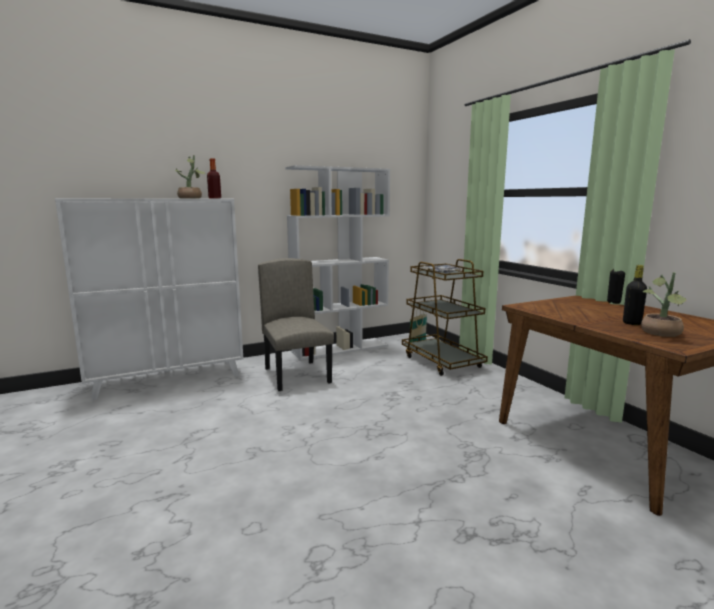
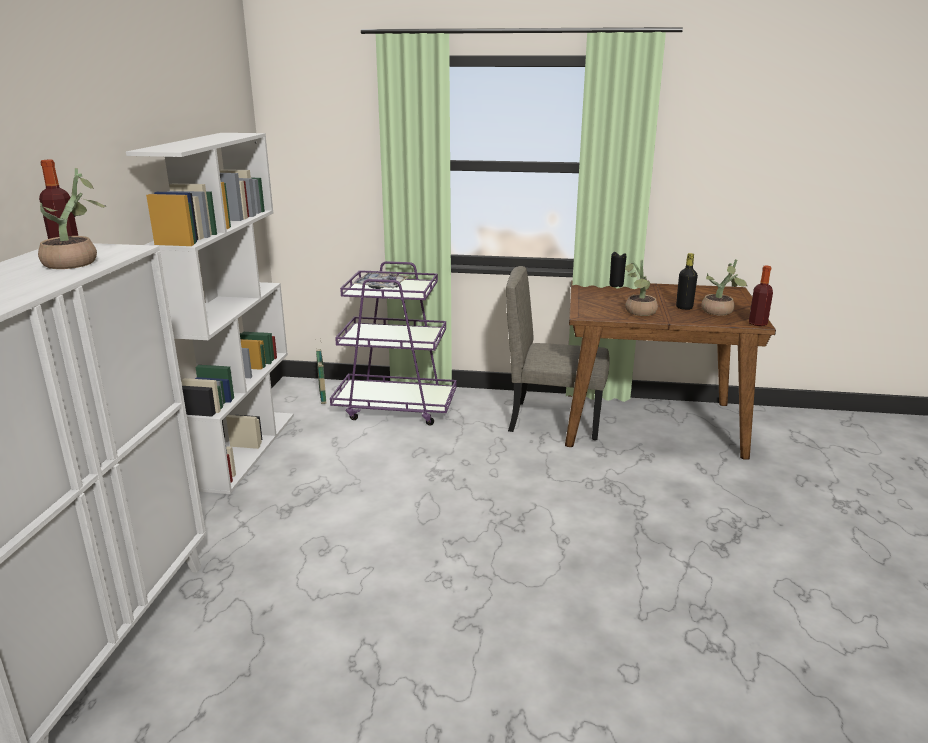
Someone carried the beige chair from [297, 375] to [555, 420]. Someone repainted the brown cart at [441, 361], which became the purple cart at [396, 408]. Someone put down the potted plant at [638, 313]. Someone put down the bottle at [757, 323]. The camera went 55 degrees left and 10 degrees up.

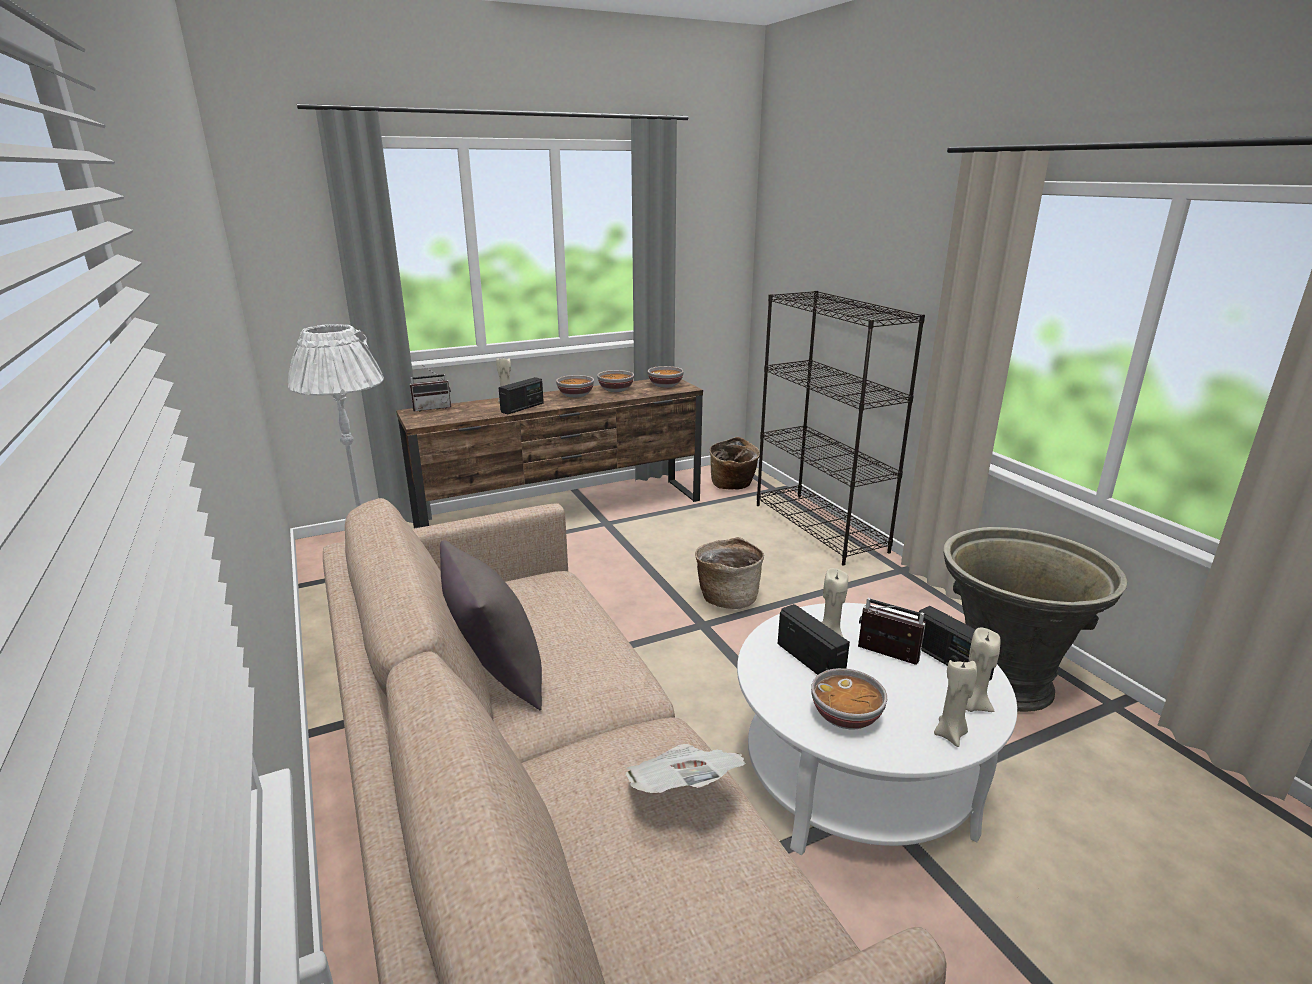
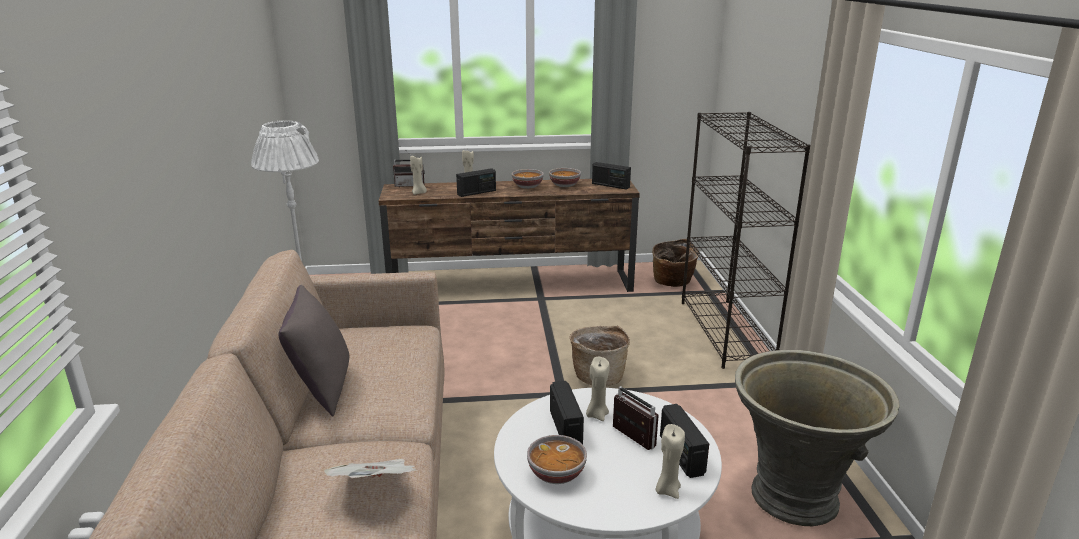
Someone swapped the bowl at [665, 385] for the radio at [610, 185]. Someone carried the beige candle from [950, 734] to [419, 193]. The camera went 20 degrees right and 0 degrees up.

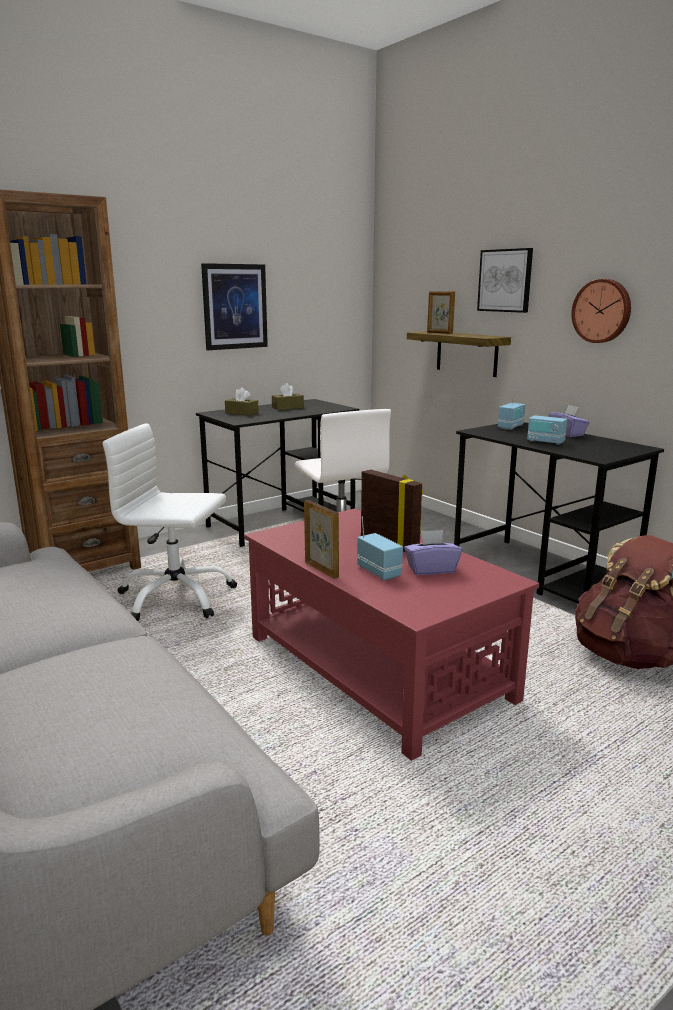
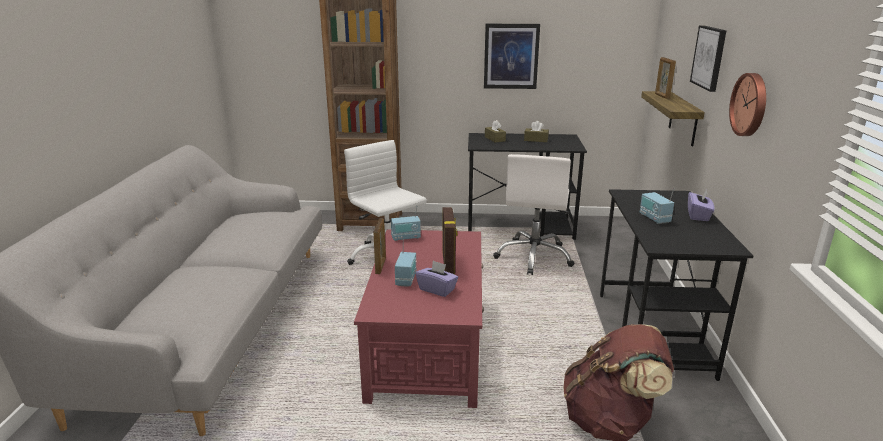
Someone carried the radio from [511, 427] to [406, 238]. The camera went 40 degrees right and 5 degrees up.

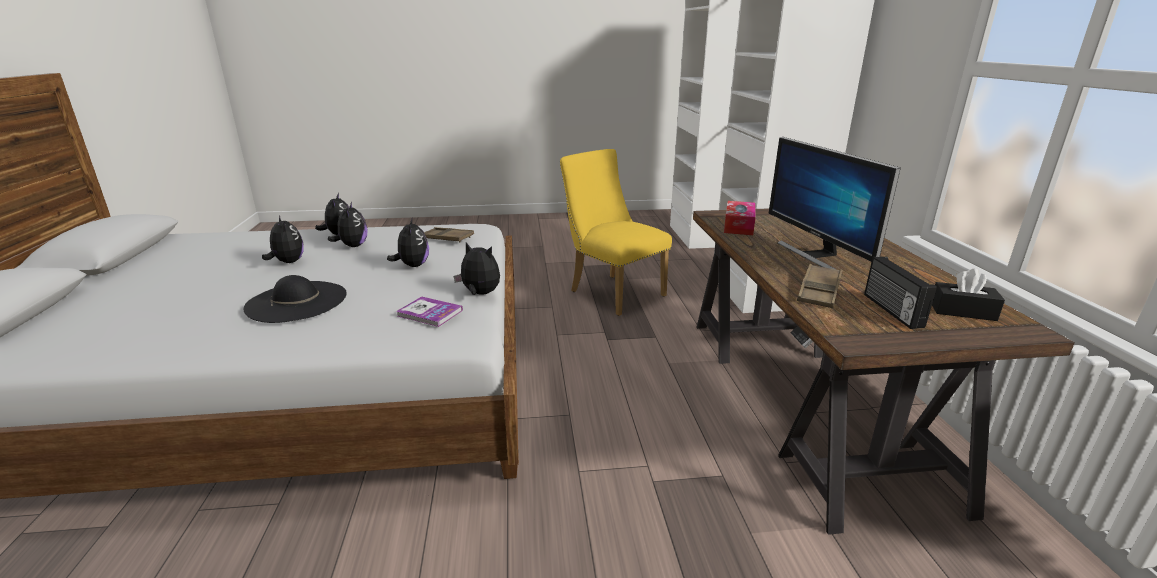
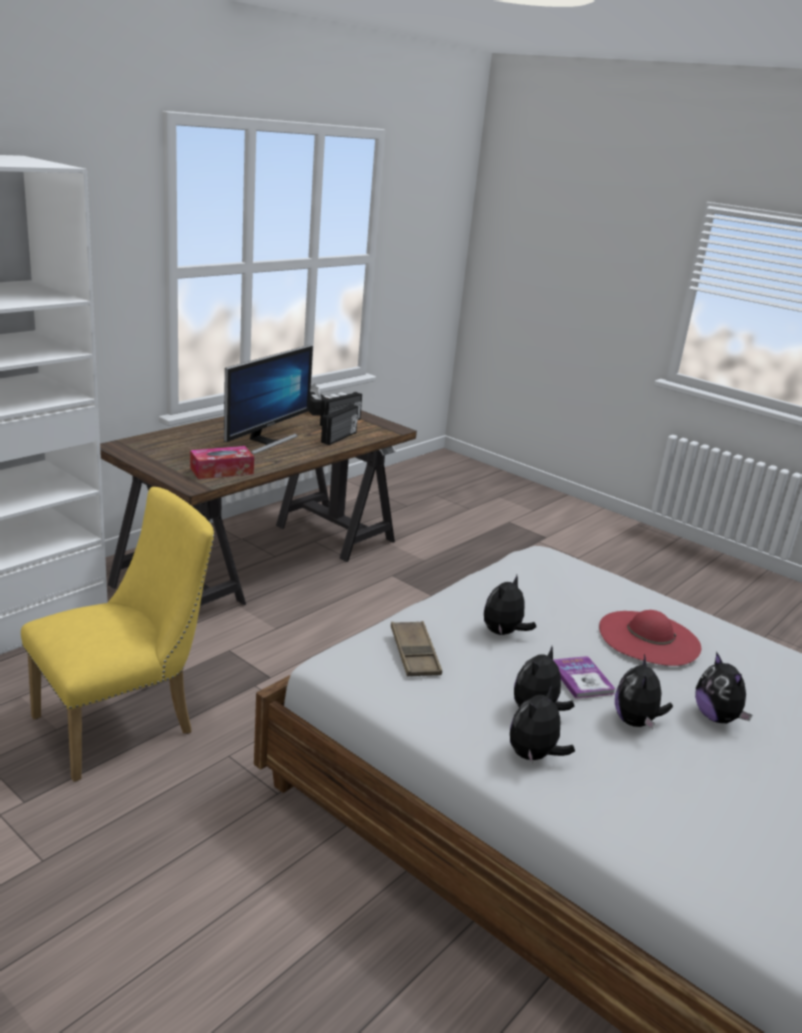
Someone rotated the yellow chair at [612, 292] by 135 degrees counterclockwise. Someone carried the plush toy from [480, 294] to [716, 717]. Someone swapped the brown tray at [819, 291] for the radio at [340, 437]. Someone repainted the black hat at [297, 301], which became the red hat at [649, 638]. Someone carried the book from [430, 313] to [581, 679]. The camera went 135 degrees left and 0 degrees up.

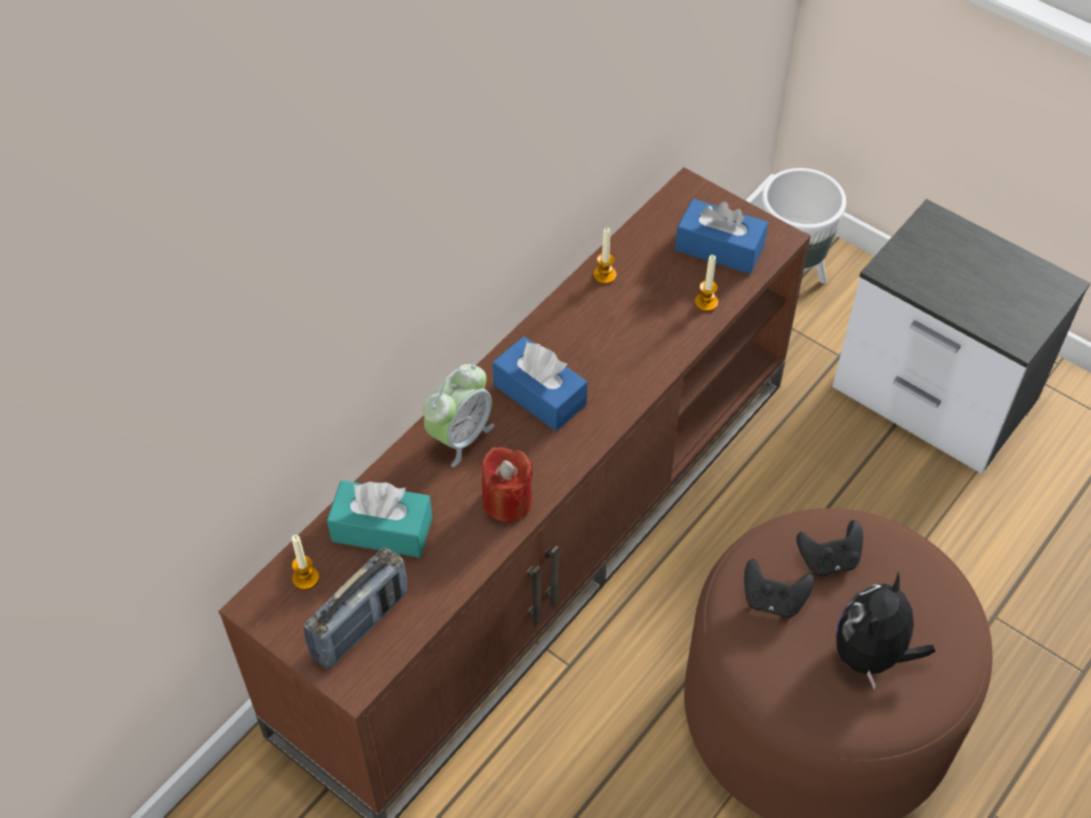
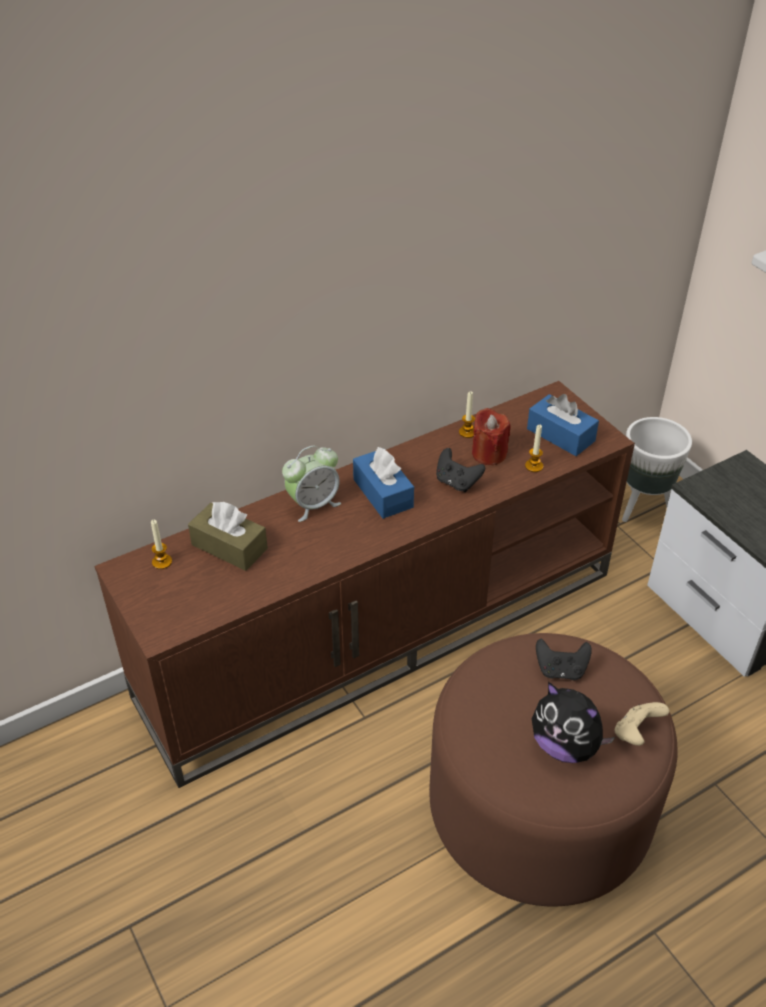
Someone carried the red candle from [507, 501] to [489, 454]. Someone repainted the turquoise tissue box at [382, 529], which became the brown tissue box at [229, 546]. Someone took away the radio at [360, 625]. Someone carried the black game controller from [773, 600] to [457, 482]. Someone rotated the plush toy at [872, 655] by 105 degrees counterclockwise. Someone put down the beige game controller at [636, 733]. The camera went 20 degrees right and 10 degrees down.

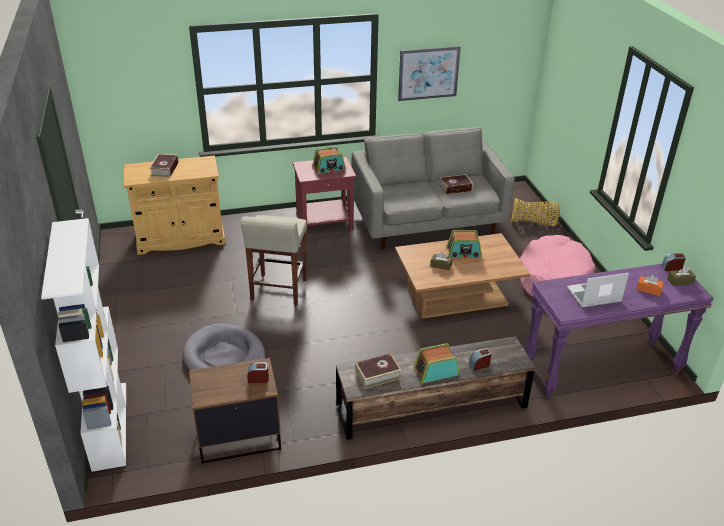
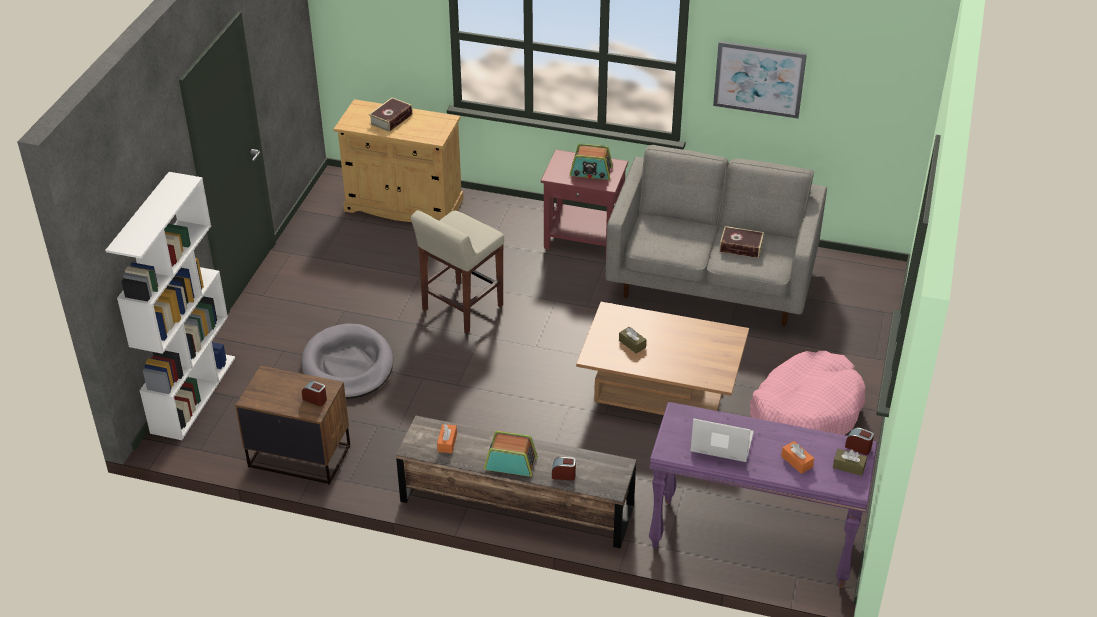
Someone took away the basket at [534, 222]. Someone took away the radio at [463, 252]. Someone swapped the book at [377, 375] for the orange tissue box at [447, 442]. The camera went 30 degrees right and 5 degrees up.

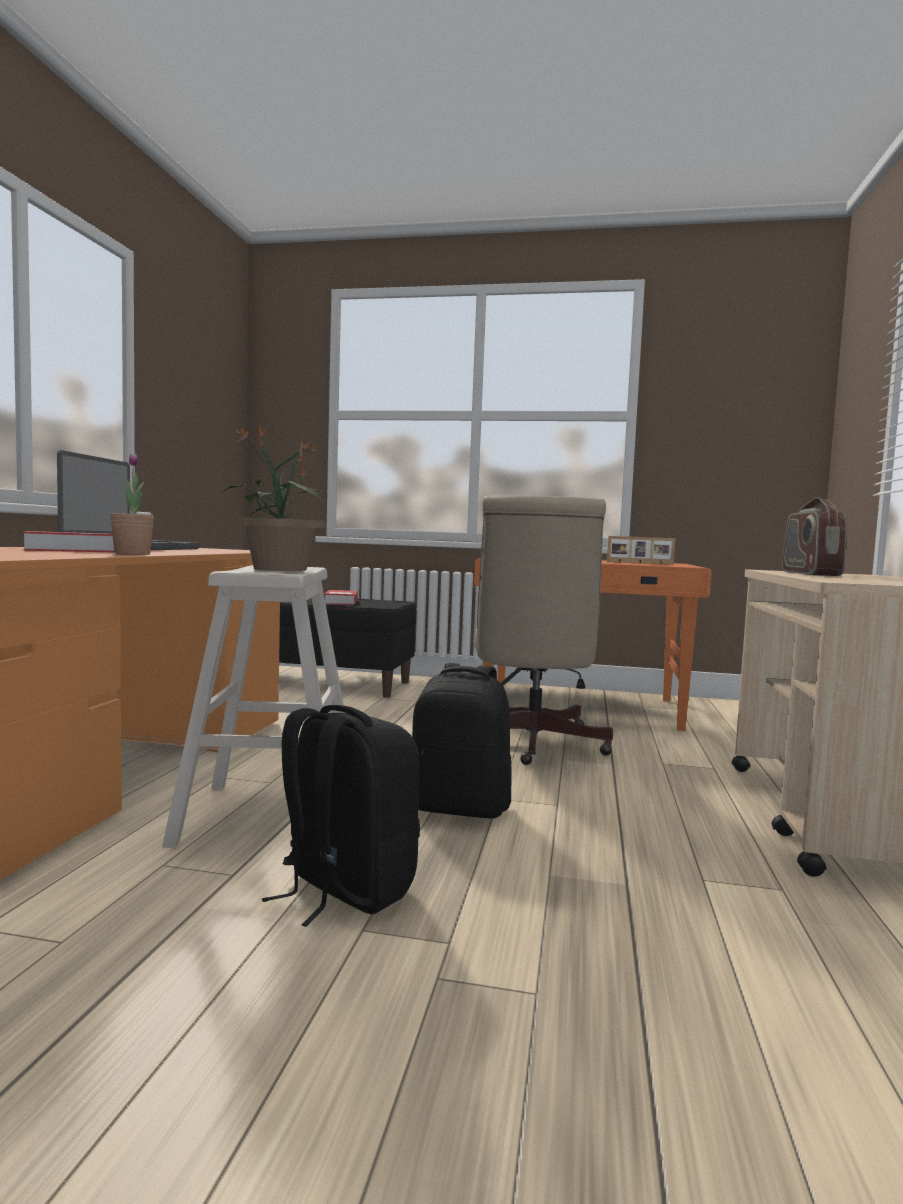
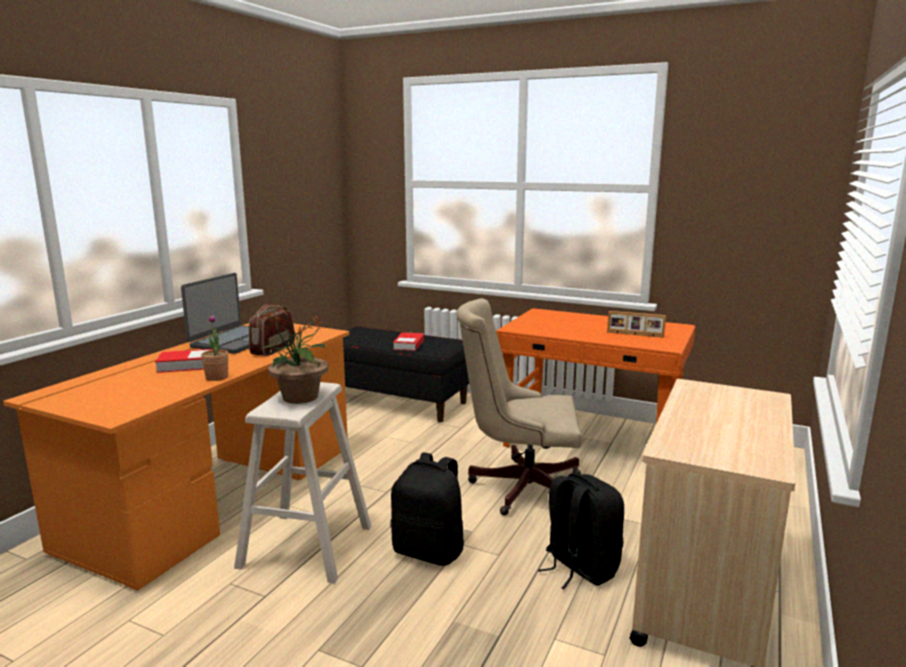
Someone rotated the beige office chair at [530, 744] by 75 degrees clockwise. Someone carried the radio from [809, 574] to [273, 349]. Someone carried the black backpack from [343, 889] to [579, 567]. The camera went 15 degrees right and 10 degrees up.

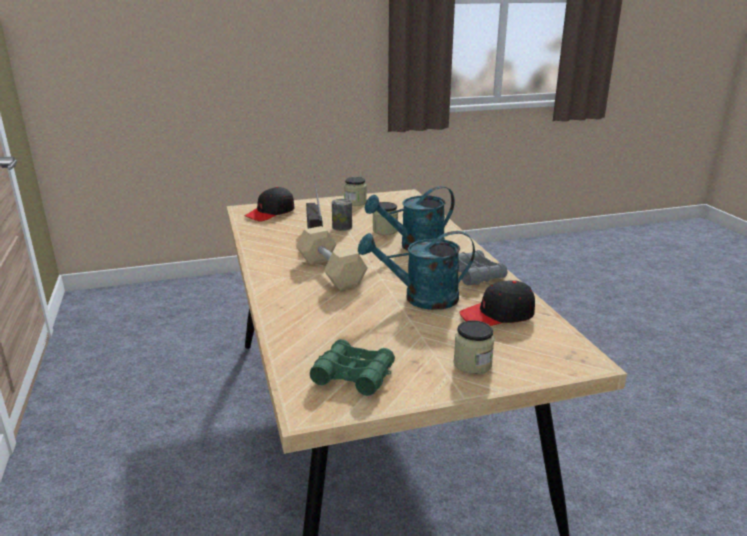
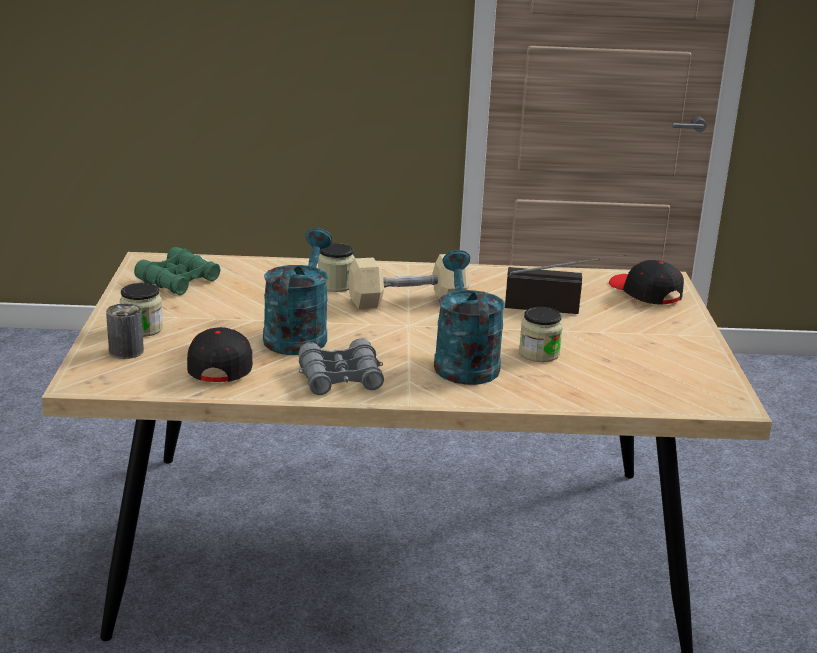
Someone carried the jar from [355, 202] to [336, 285]. Someone carried the can from [342, 227] to [126, 351]. The camera went 105 degrees right and 0 degrees up.

